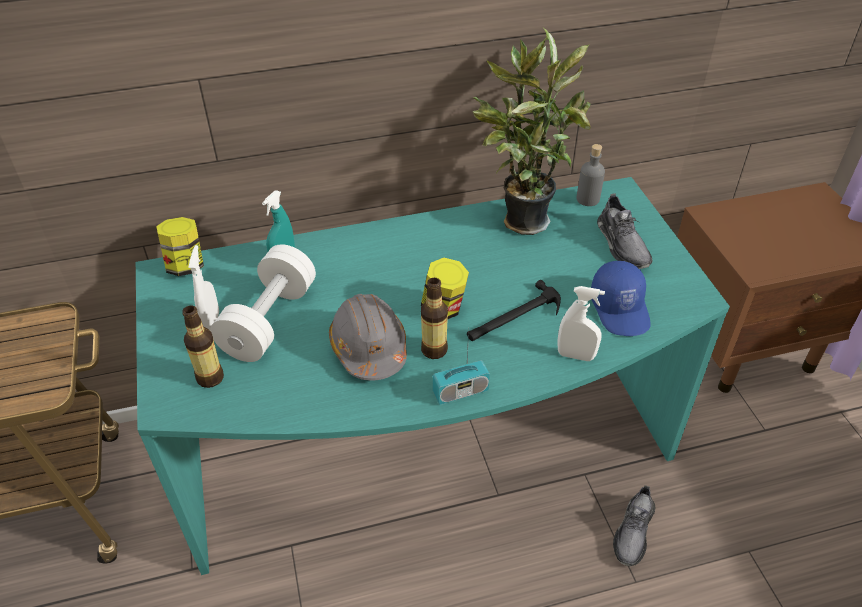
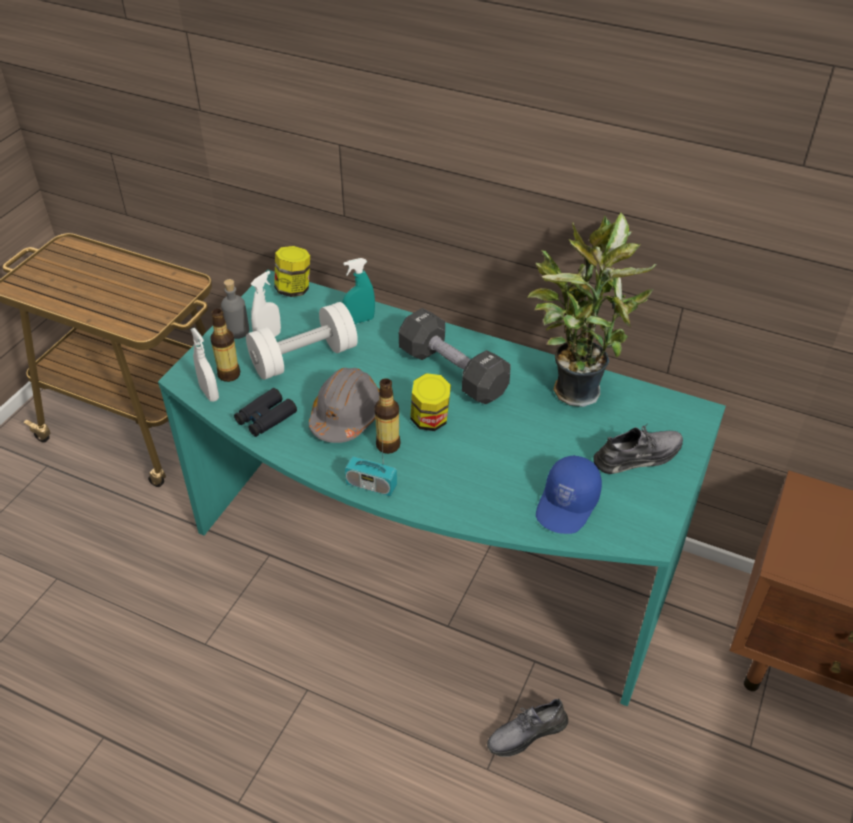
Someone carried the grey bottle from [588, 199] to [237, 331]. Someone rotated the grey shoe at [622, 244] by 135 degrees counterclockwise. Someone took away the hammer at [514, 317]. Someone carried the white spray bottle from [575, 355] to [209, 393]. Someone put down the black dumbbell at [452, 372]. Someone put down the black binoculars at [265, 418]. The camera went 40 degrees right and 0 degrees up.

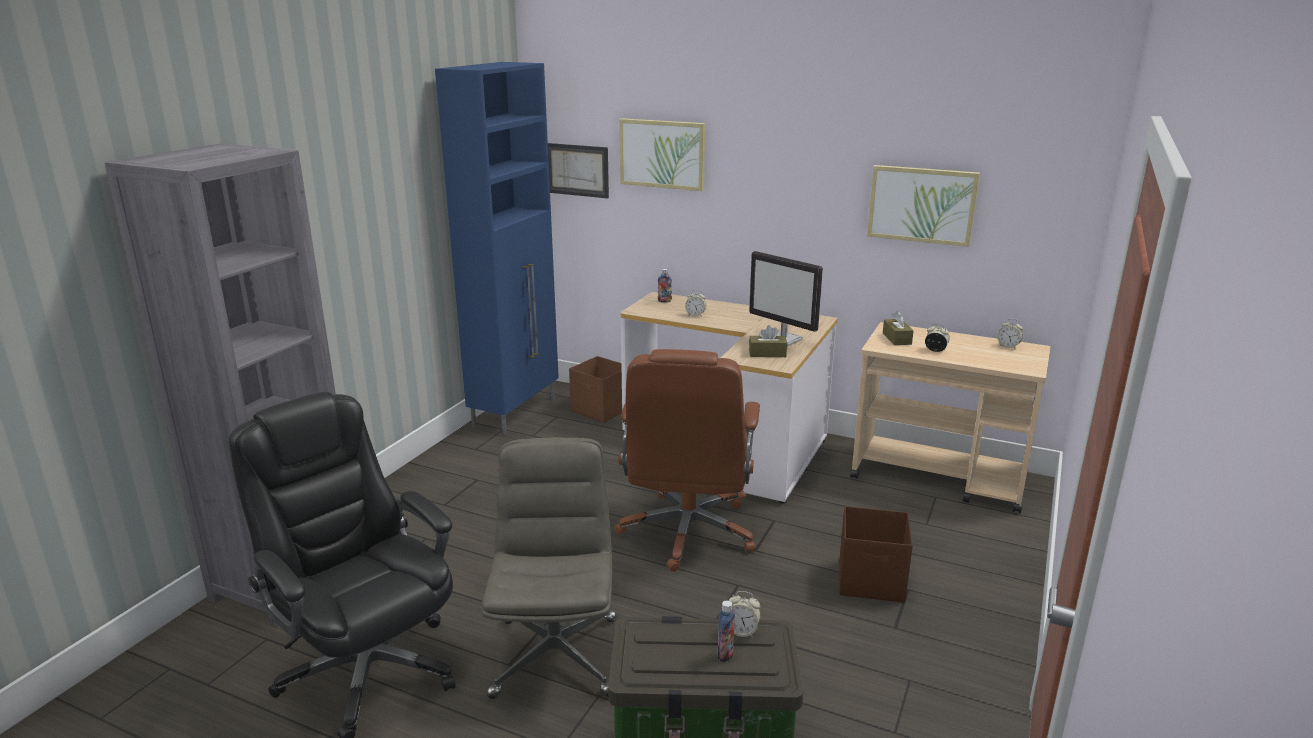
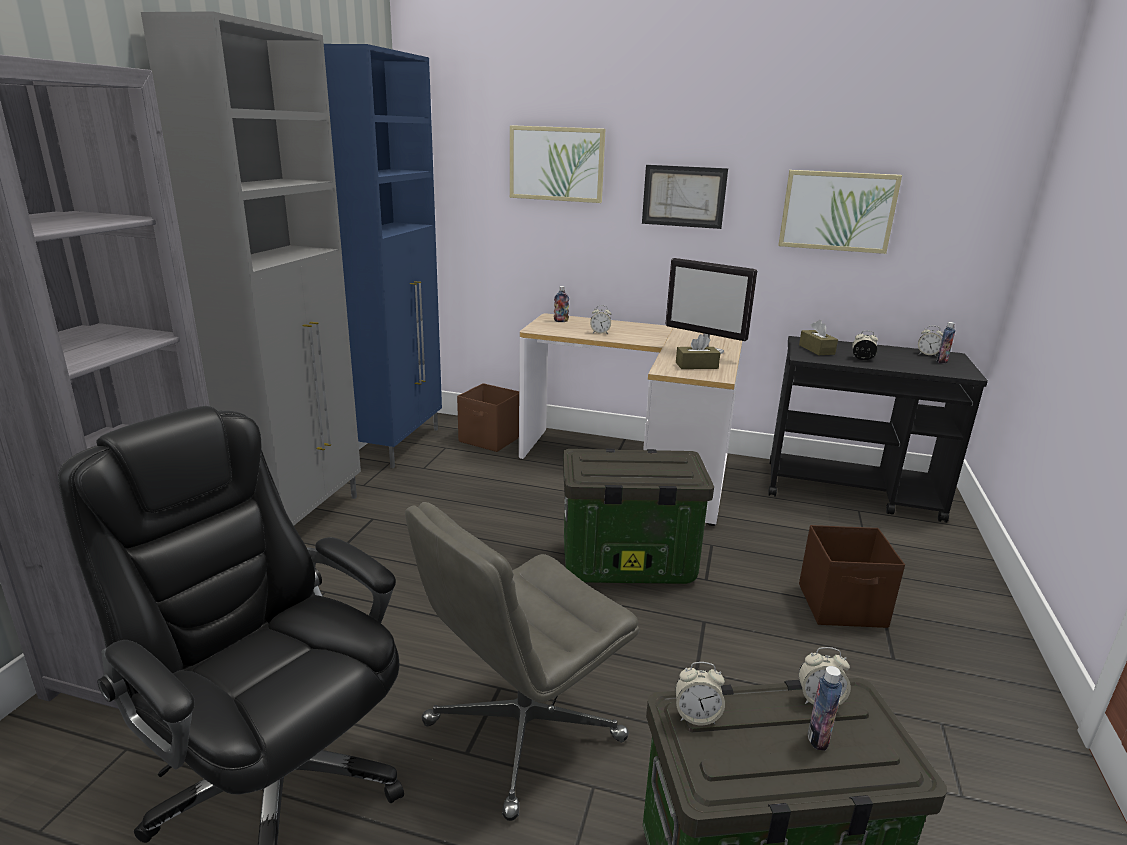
Someone carried the picture from [577, 170] to [684, 196]. Someone repainted the beige cart at [940, 477], which became the black cart at [852, 491]. Someone swapped the brown office chair at [687, 533] for the storage box at [626, 564]. Someone rotated the grey office chair at [555, 655] by 120 degrees counterclockwise. Someone put down the grey cabinet at [304, 520]. Someone put down the bottle at [941, 362]. Someone put down the alarm clock at [696, 716]. The camera went 10 degrees left and 0 degrees up.

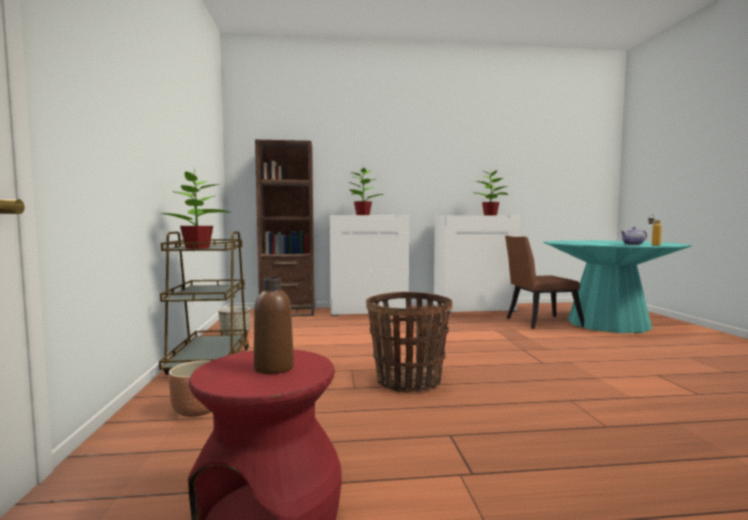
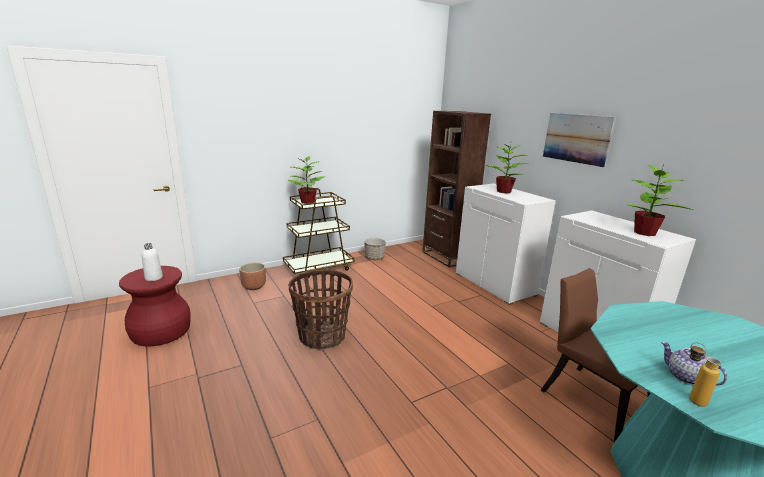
Someone repainted the brown bottle at [274, 368], which became the white bottle at [154, 278]. Someone put up the picture at [576, 138]. The camera went 65 degrees right and 15 degrees up.

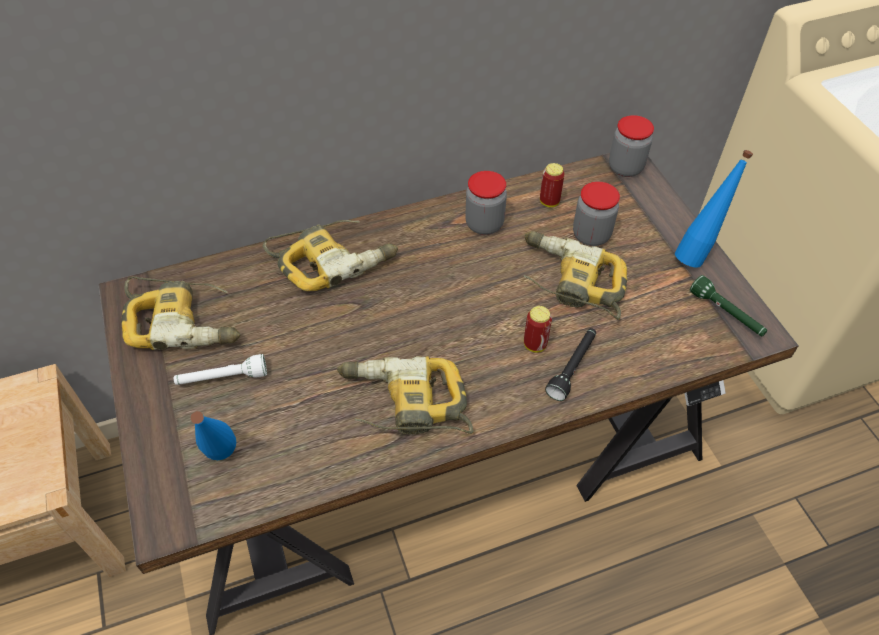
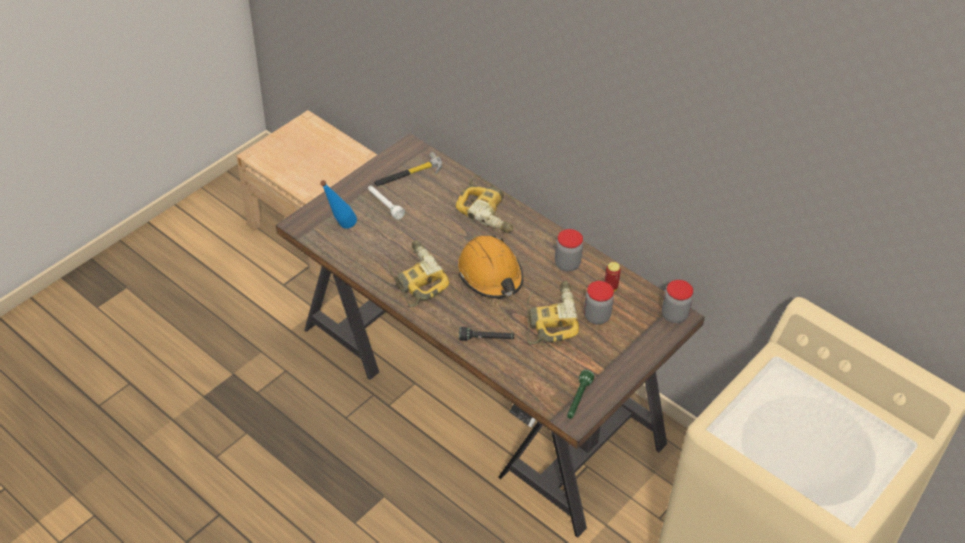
Someone took away the blue bottle at [697, 253]. Someone swapped the power drill at [184, 321] for the hammer at [408, 174]. Someone took away the can at [535, 344]. Someone put down the orange hard hat at [490, 275]. The camera went 60 degrees right and 5 degrees down.

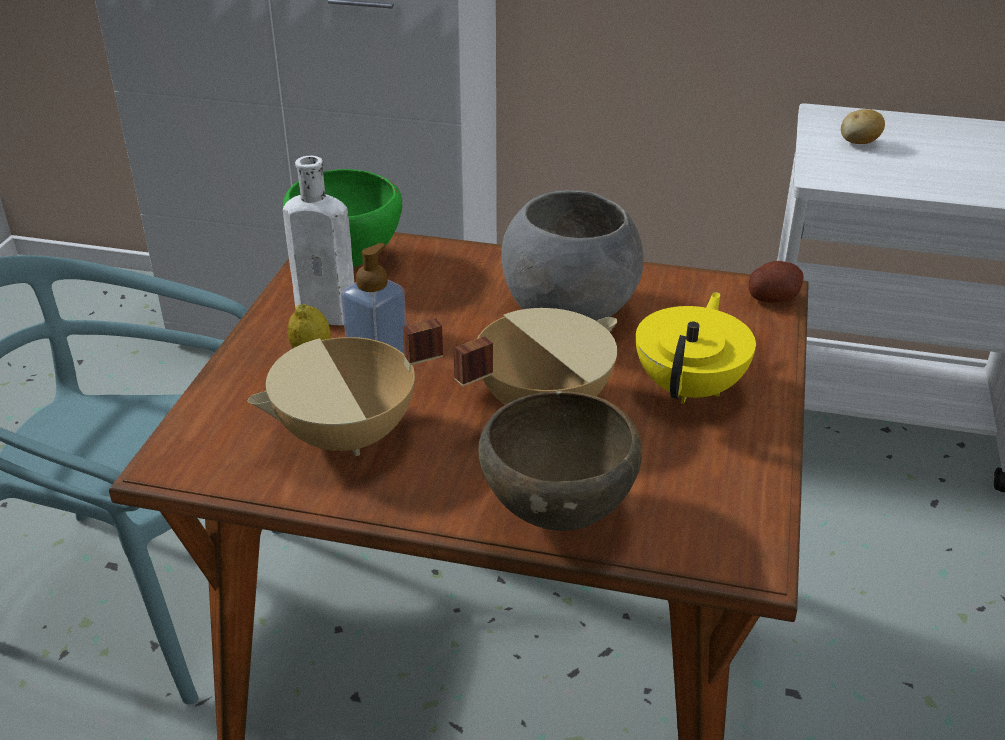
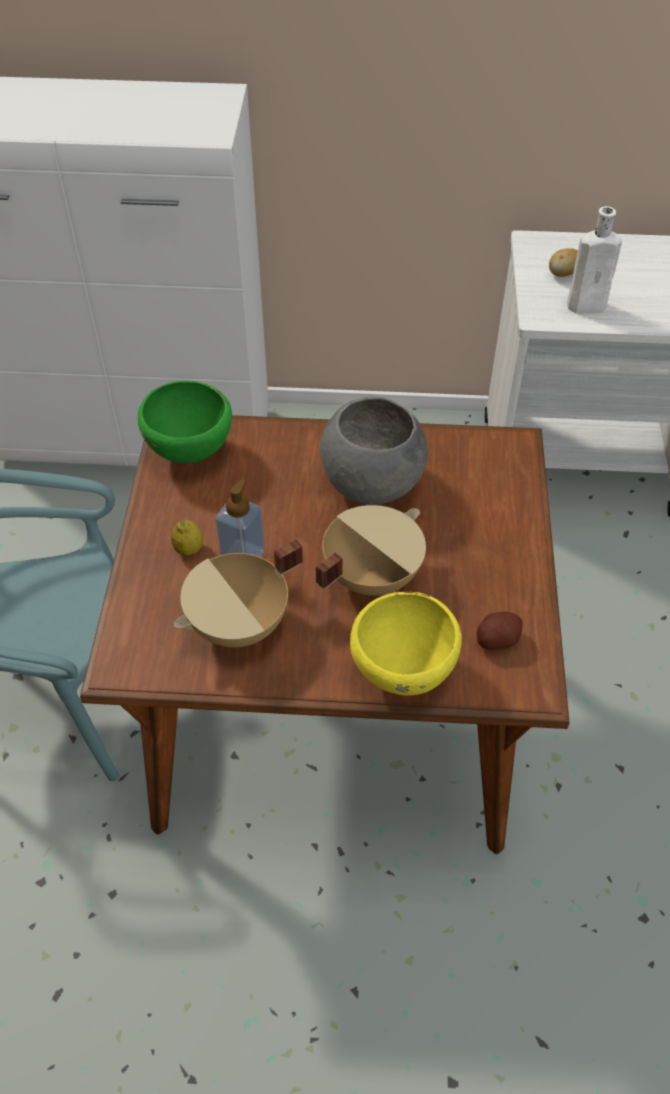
Someone carried the white bottle from [331, 315] to [589, 306]. Someone carried the potato from [773, 298] to [497, 639]. Someone took away the yellow teapot at [691, 387]. Someone repainted the brown bowl at [559, 514], which became the yellow bowl at [403, 672]. The camera went 10 degrees left and 15 degrees up.

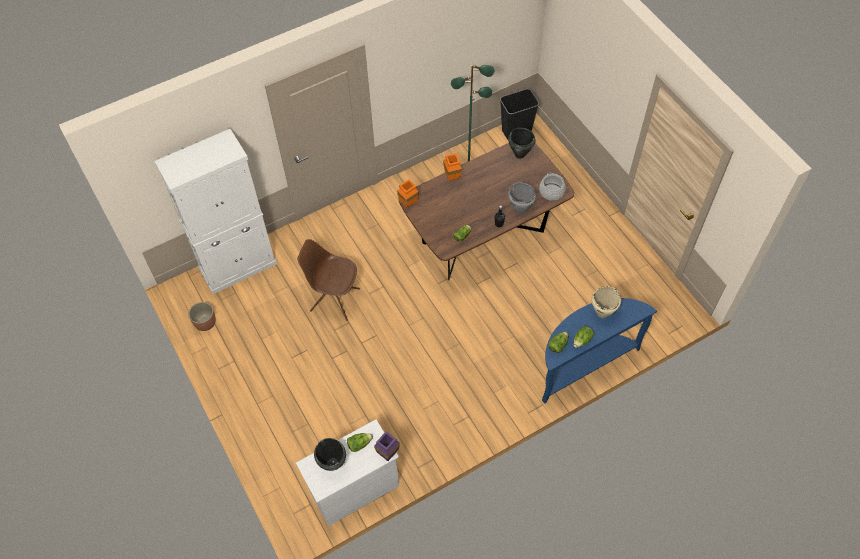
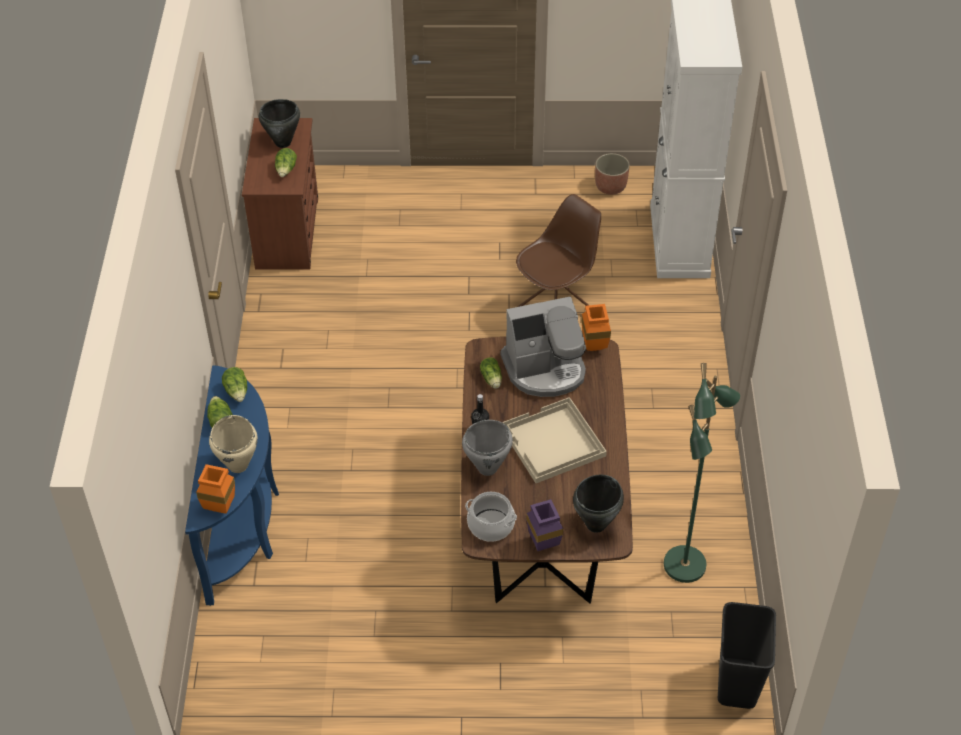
Someone carried the orange vase from [451, 176] to [222, 507]. Someone repainted the white dresser at [353, 488], which became the brown dresser at [287, 232]. Someone carried the purple vase from [388, 452] to [545, 545]. Someone put down the coffee machine at [545, 369]. Someone put down the beige tray at [552, 442]. The camera went 120 degrees right and 10 degrees down.

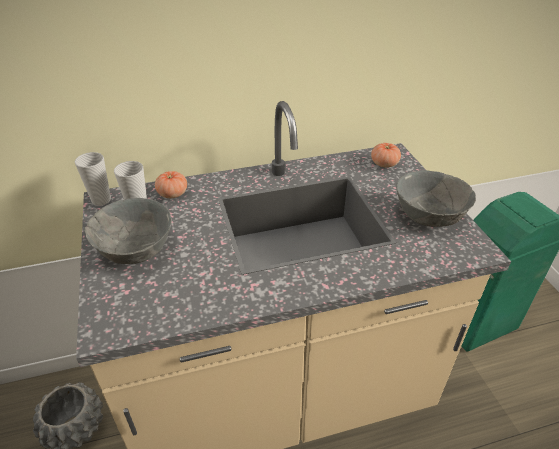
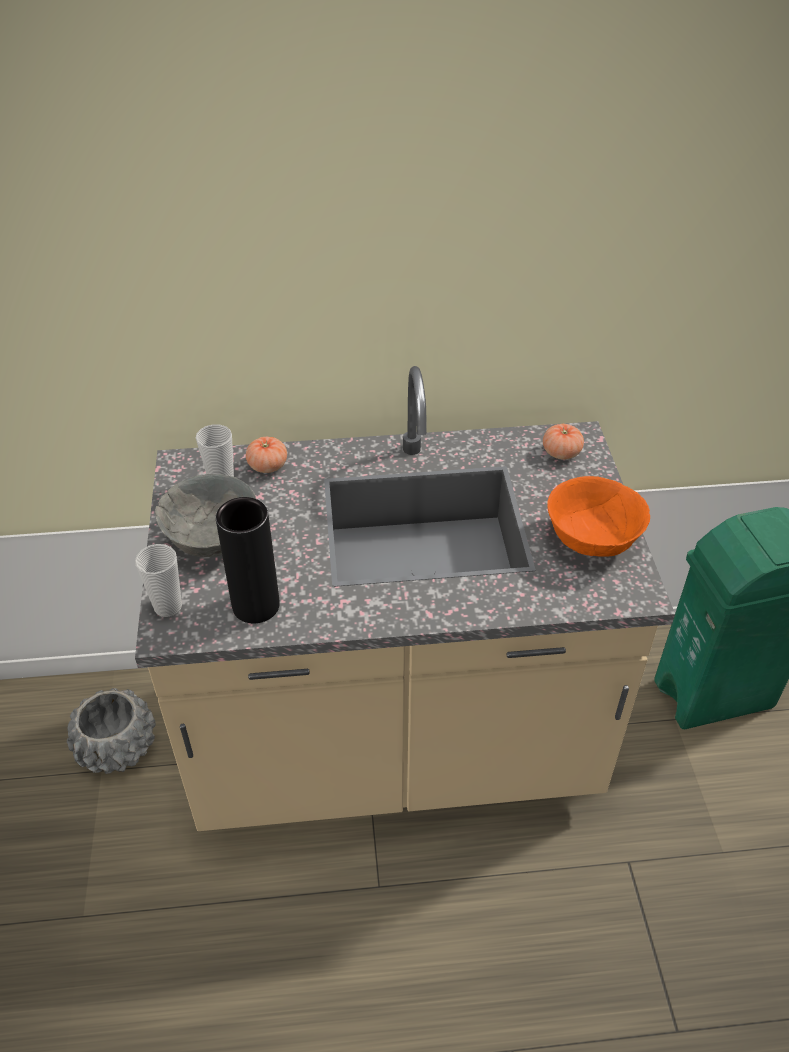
Someone carried the cup from [101, 200] to [168, 606]. Someone repainted the grey bowl at [429, 216], which became the orange bowl at [592, 539]. Someone put down the black vase at [256, 605]. The camera went 10 degrees right and 5 degrees up.

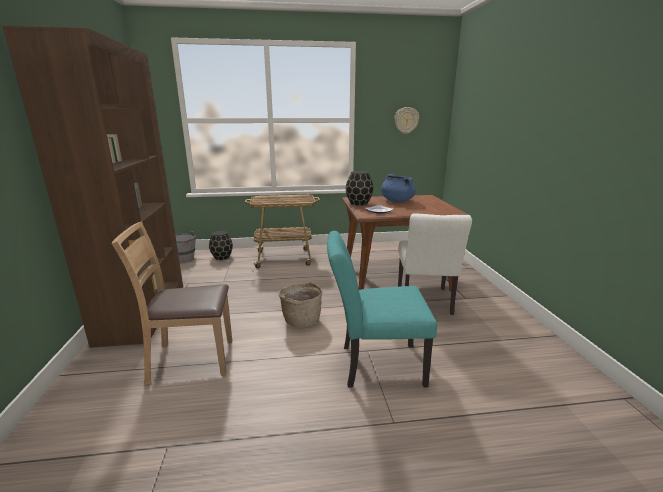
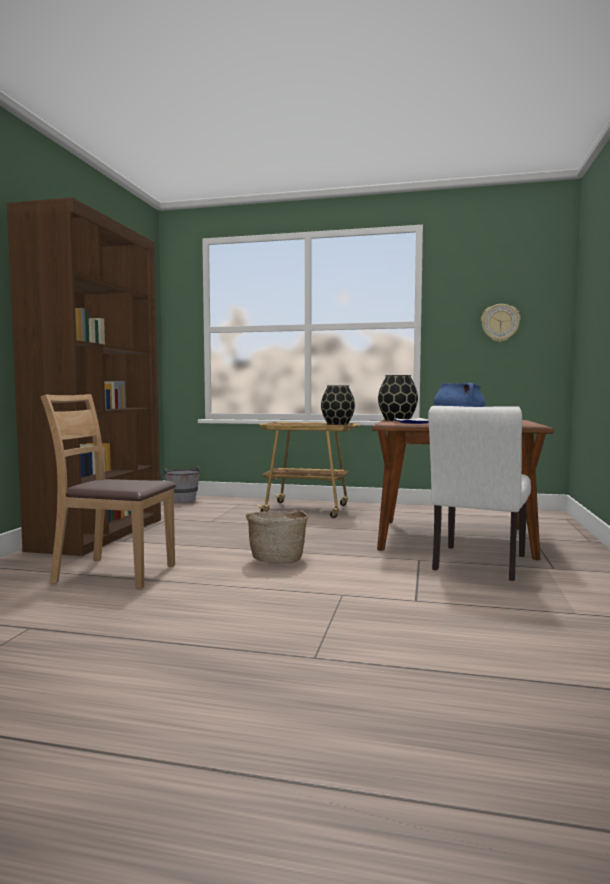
Someone carried the black vase from [222, 257] to [337, 424]. Someone took away the turquoise chair at [374, 365]. The camera went 20 degrees right and 15 degrees down.

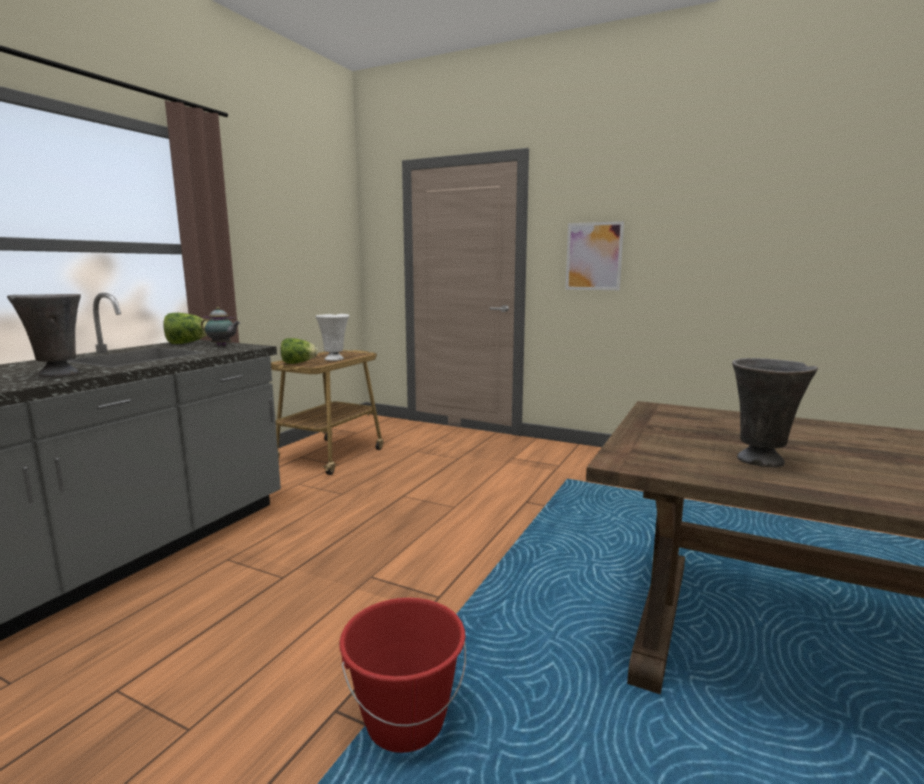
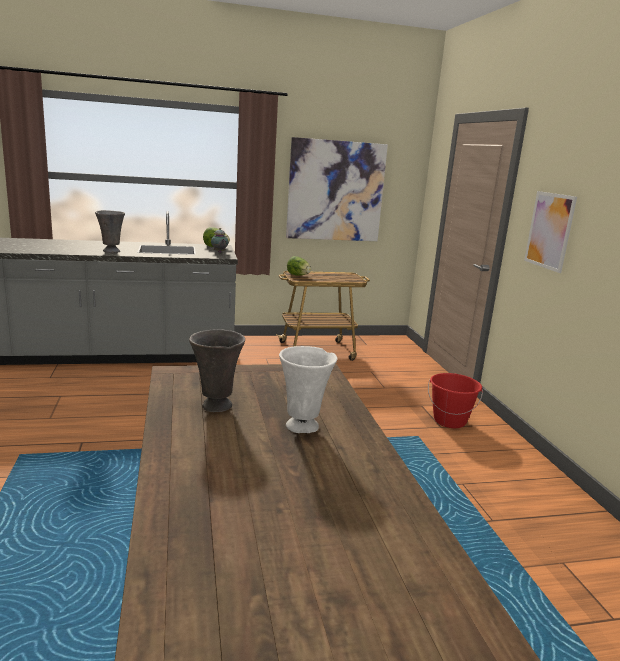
Someone carried the white vase from [335, 359] to [303, 427]. Someone carried the red bucket from [405, 722] to [449, 421]. Someone put up the picture at [335, 191]. The camera went 50 degrees right and 5 degrees up.

